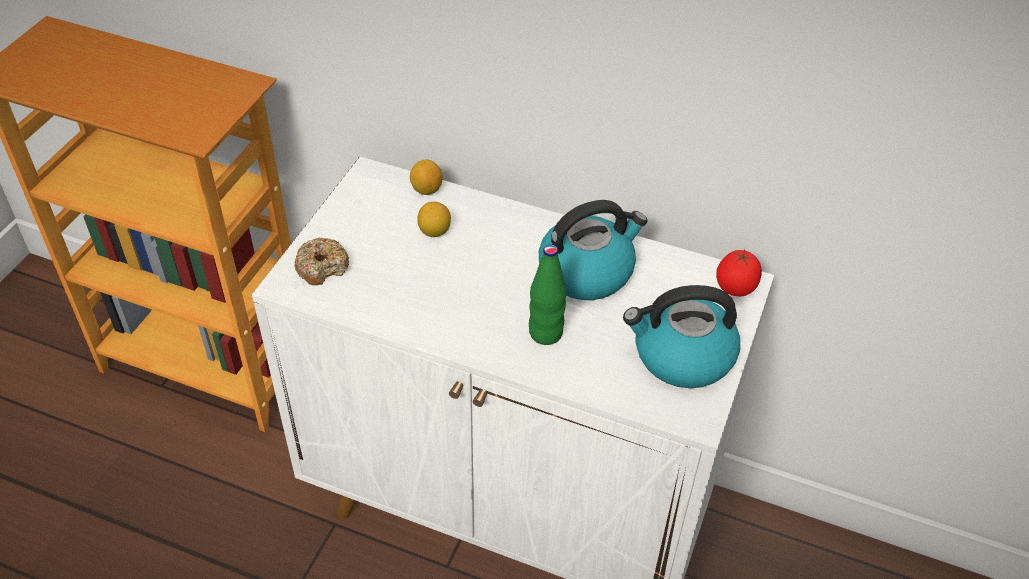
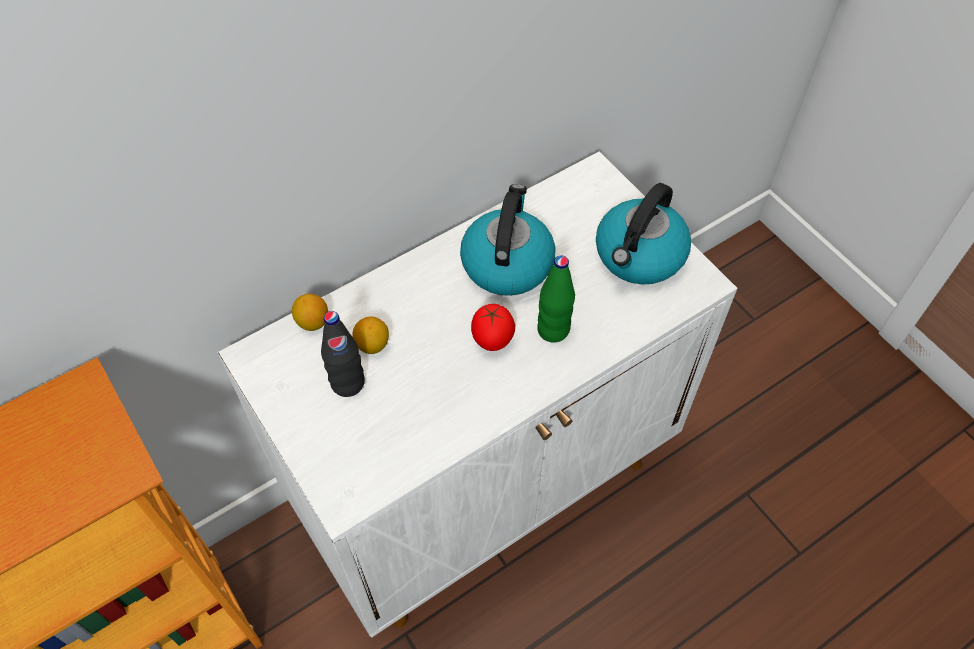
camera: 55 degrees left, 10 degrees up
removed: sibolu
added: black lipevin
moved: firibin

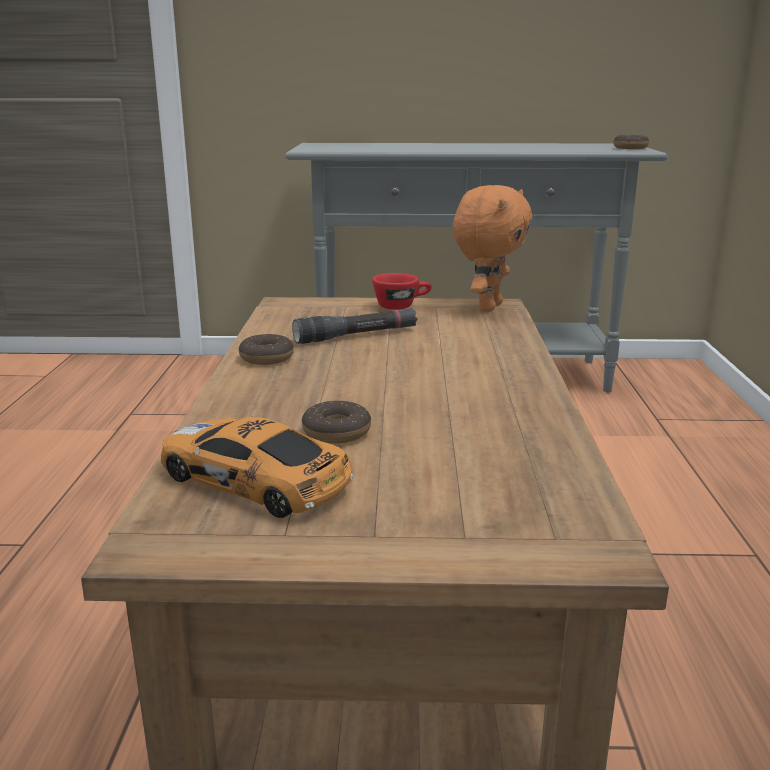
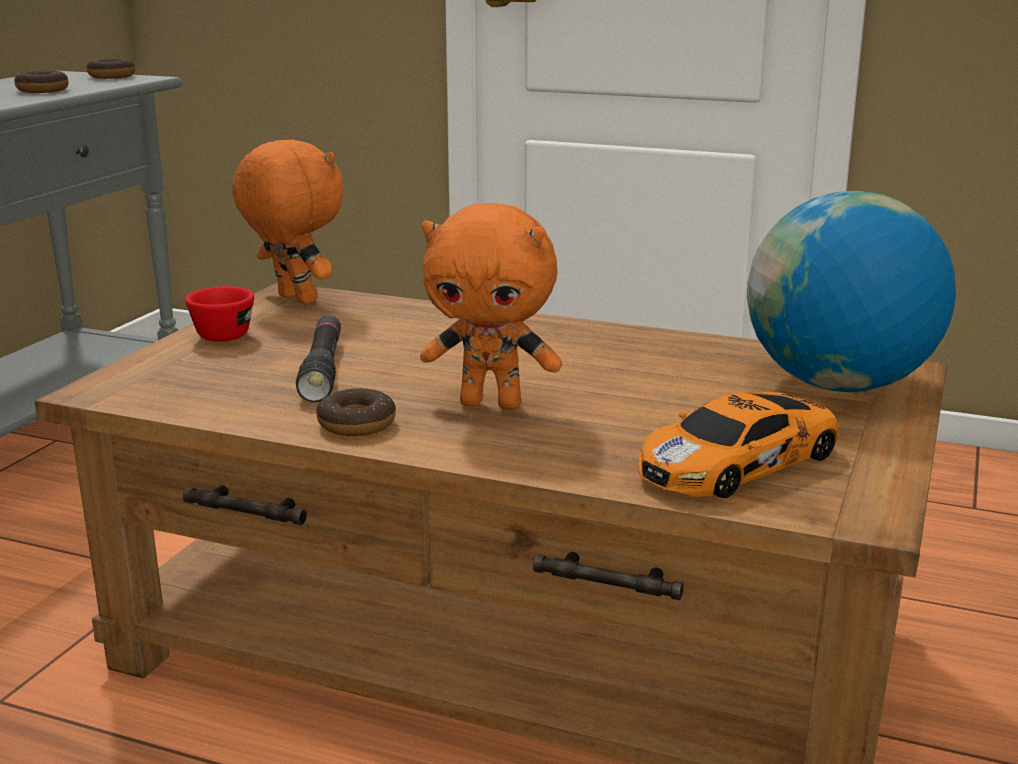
camera: 70 degrees left, 0 degrees up
added: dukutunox; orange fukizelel (2nd from left)
moved: sibolu (2nd from left in the first image) to sibolu (1st from left)

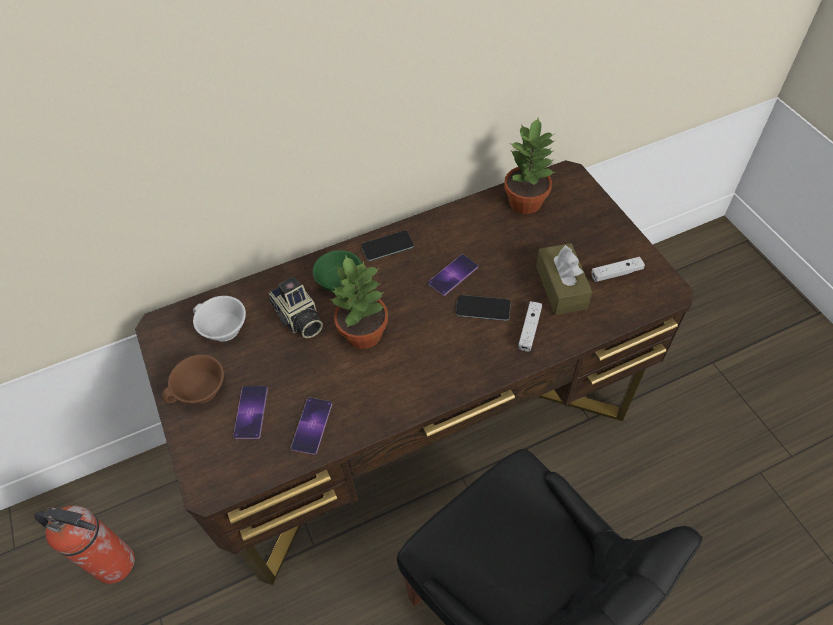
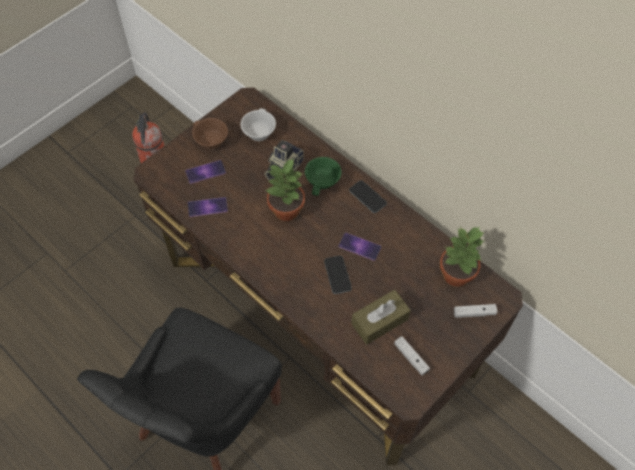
camera: 65 degrees right, 5 degrees up
moved: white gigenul (1st from left in the first image) to white gigenul (2nd from left)

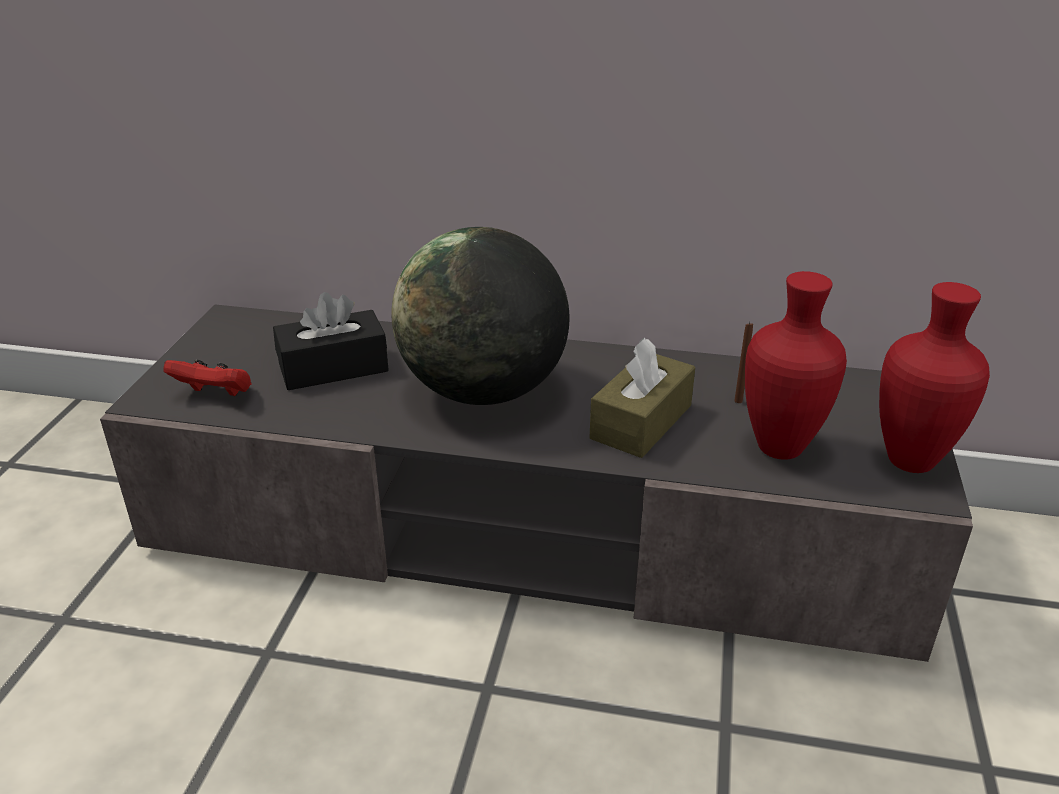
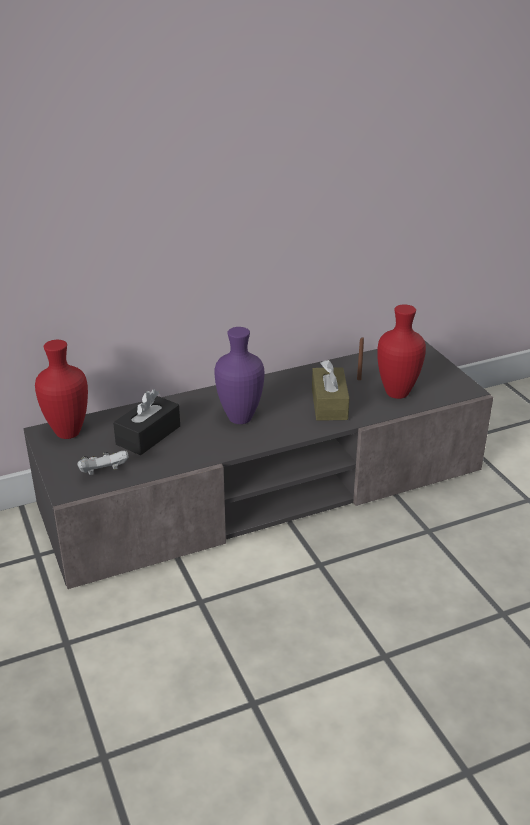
camera: 35 degrees left, 0 degrees up
moved: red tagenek (2nd from left in the first image) to red tagenek (1st from left)
replaced: dukutunox to purple tagenek
recoloured: red gigenul to white gigenul

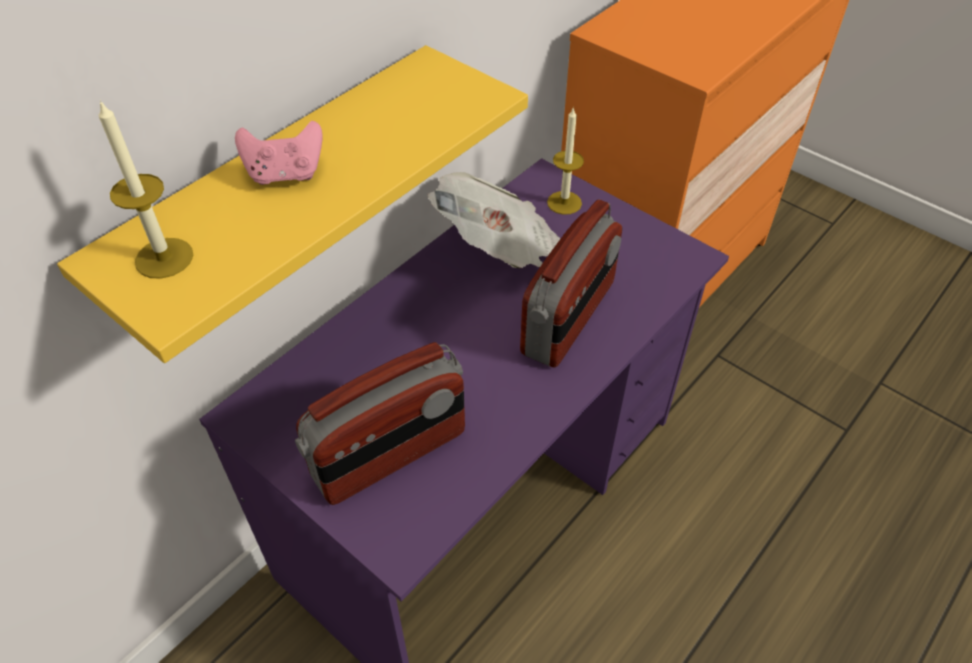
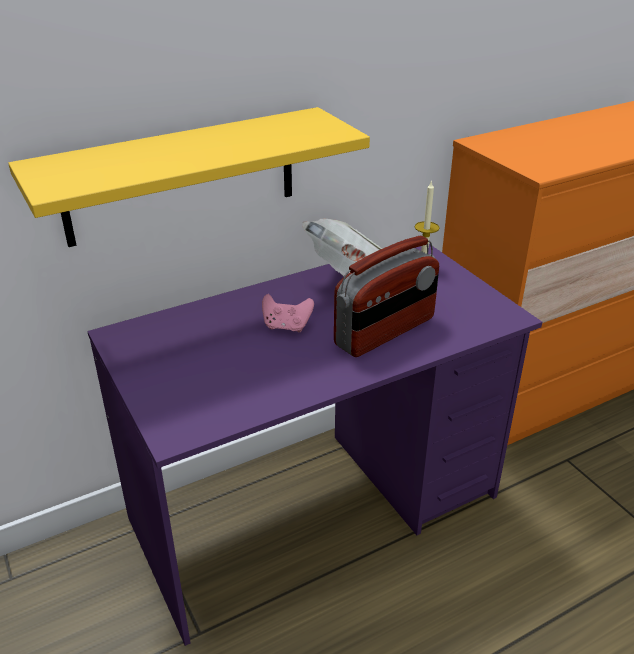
camera: 20 degrees right, 15 degrees down
removed: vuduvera (1st from left); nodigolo (1st from left)
moved: pink gigenul

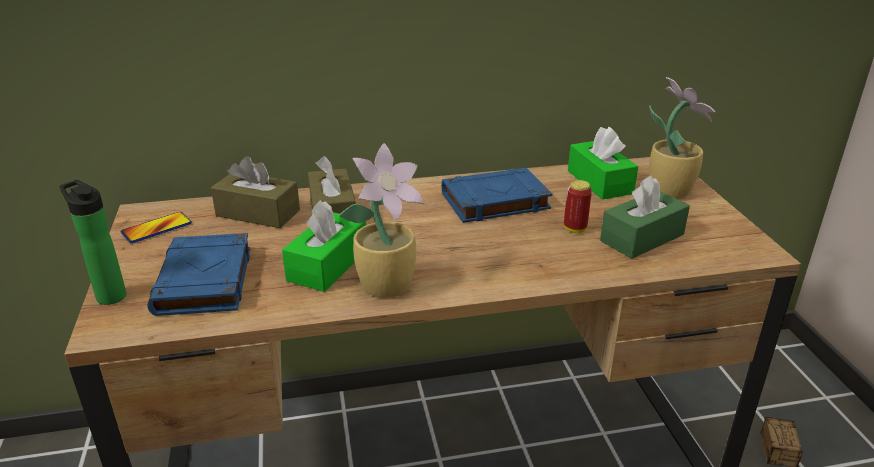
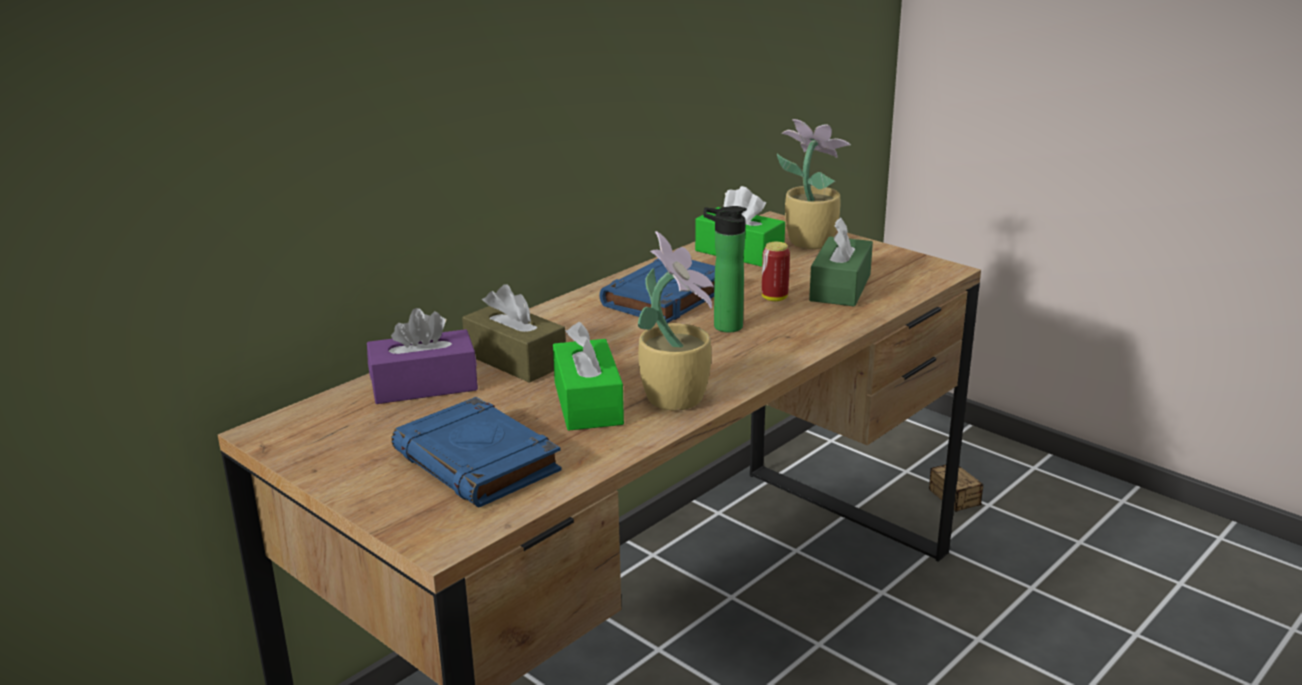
camera: 35 degrees left, 5 degrees down
removed: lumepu
moved: lipevin
recoloured: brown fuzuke (1st from left) to purple fuzuke

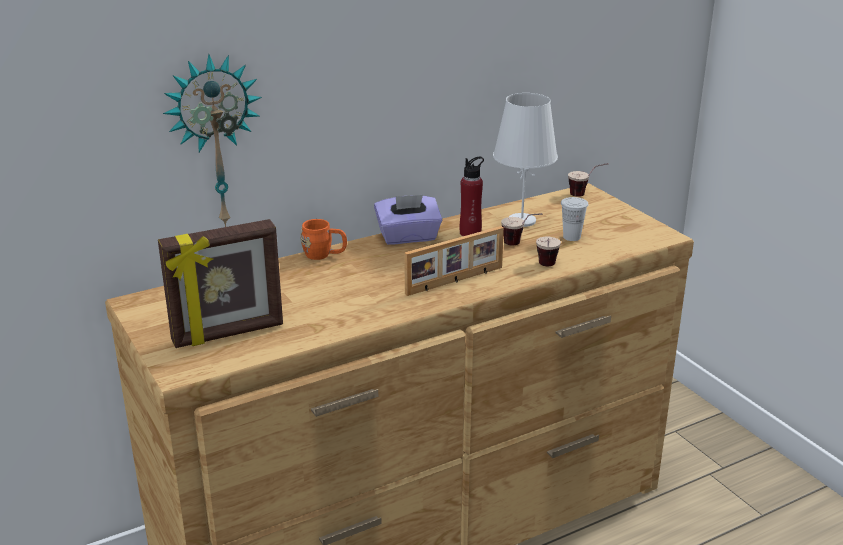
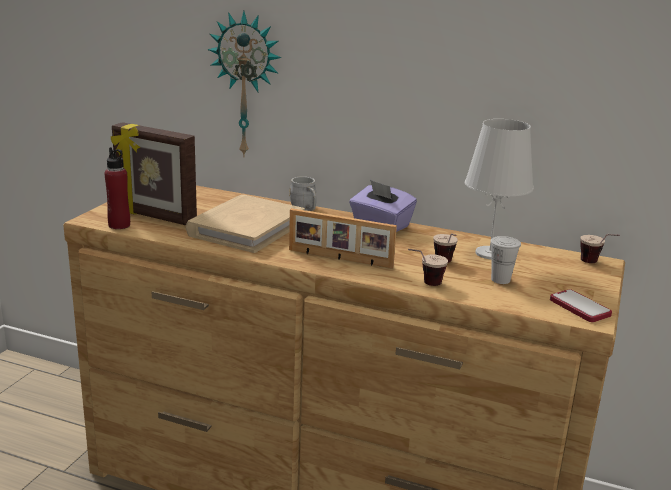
camera: 50 degrees right, 5 degrees down
added: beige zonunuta; lumepu
moved: red lipevin
recoloured: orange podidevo to grey podidevo

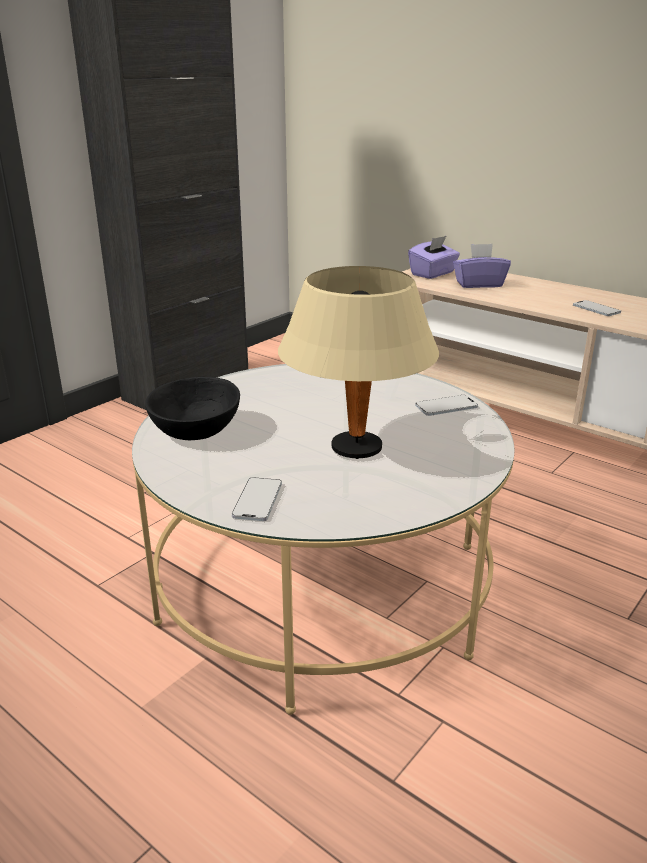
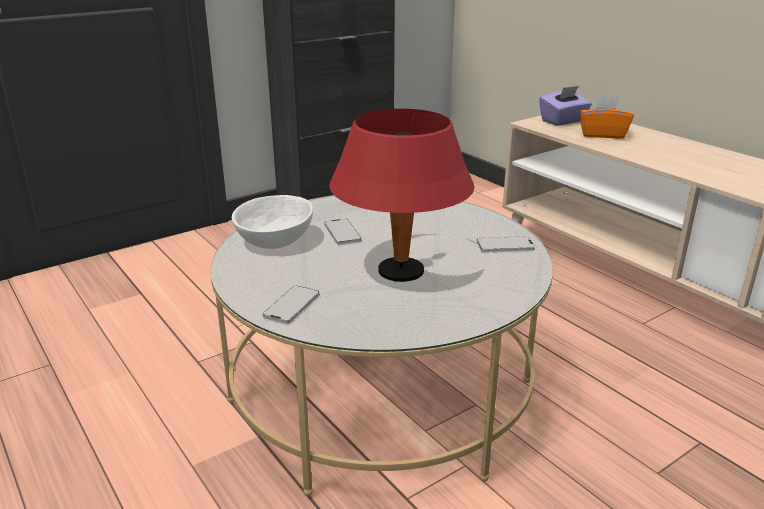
camera: 15 degrees right, 0 degrees up
moved: lumepu (3rd from left in the first image) to lumepu (2nd from left)
recoloured: purple fuzuke (2nd from left) to orange fuzuke; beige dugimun to red dugimun; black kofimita to white kofimita

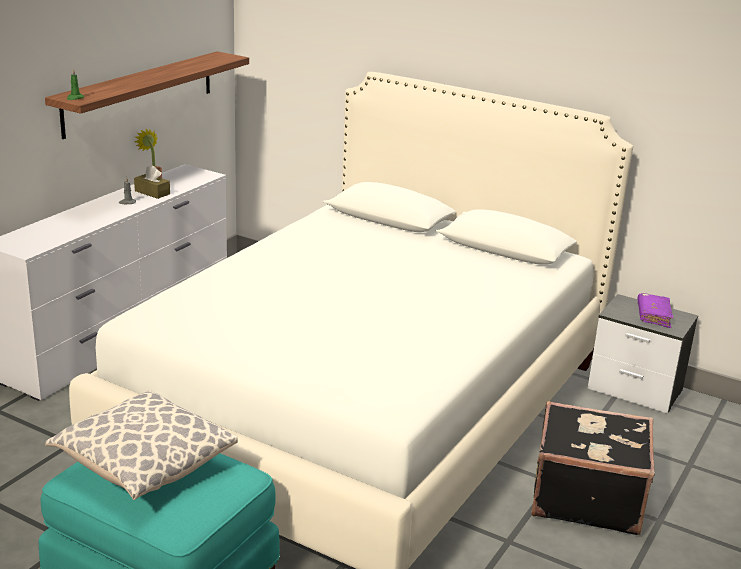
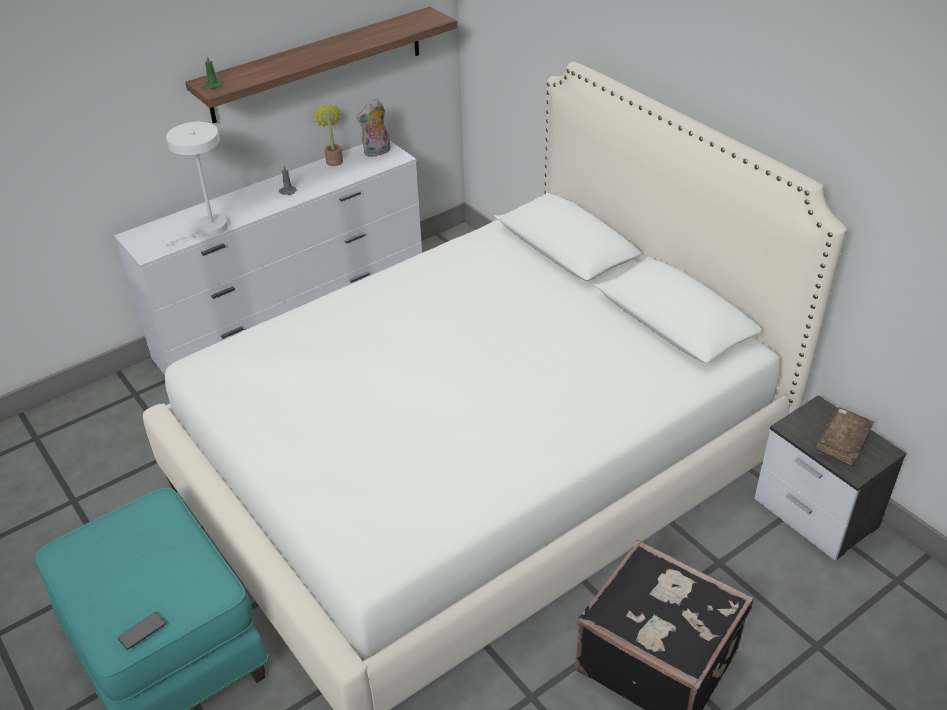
camera: 25 degrees right, 15 degrees up
removed: brown fuzuke; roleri
added: fukizelel; white dugimun; lumepu
recoloured: purple zonunuta to brown zonunuta

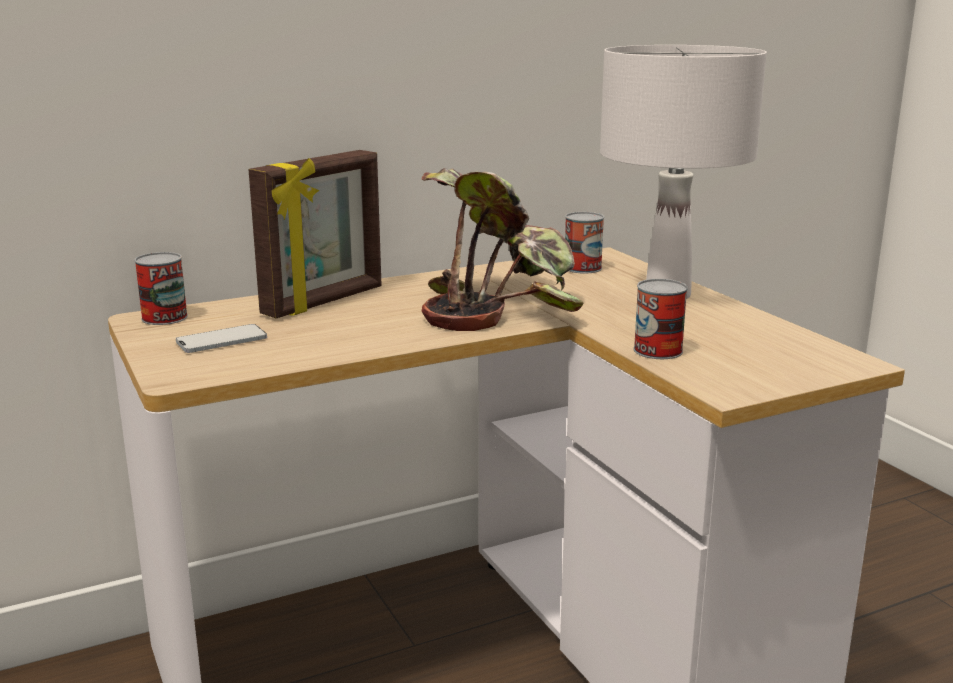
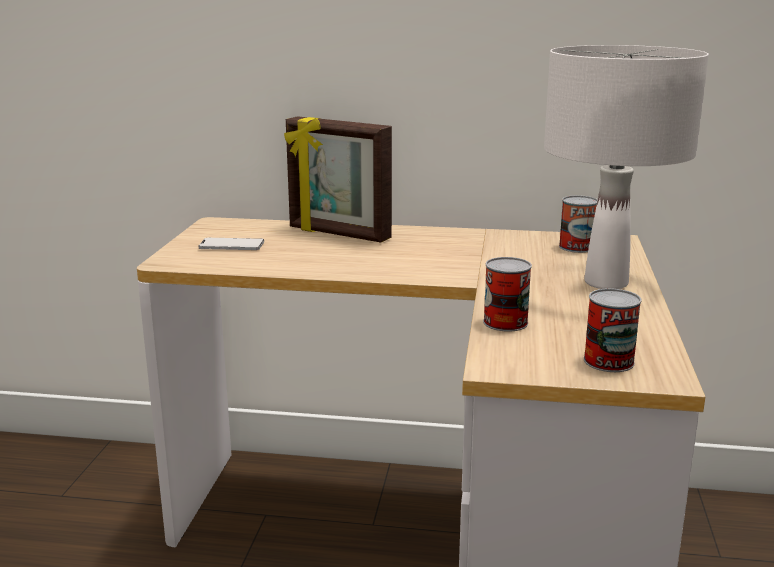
camera: 35 degrees right, 0 degrees up
removed: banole
moved: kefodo (1st from left in the first image) to kefodo (3rd from left)
turned: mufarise 45 degrees clockwise

